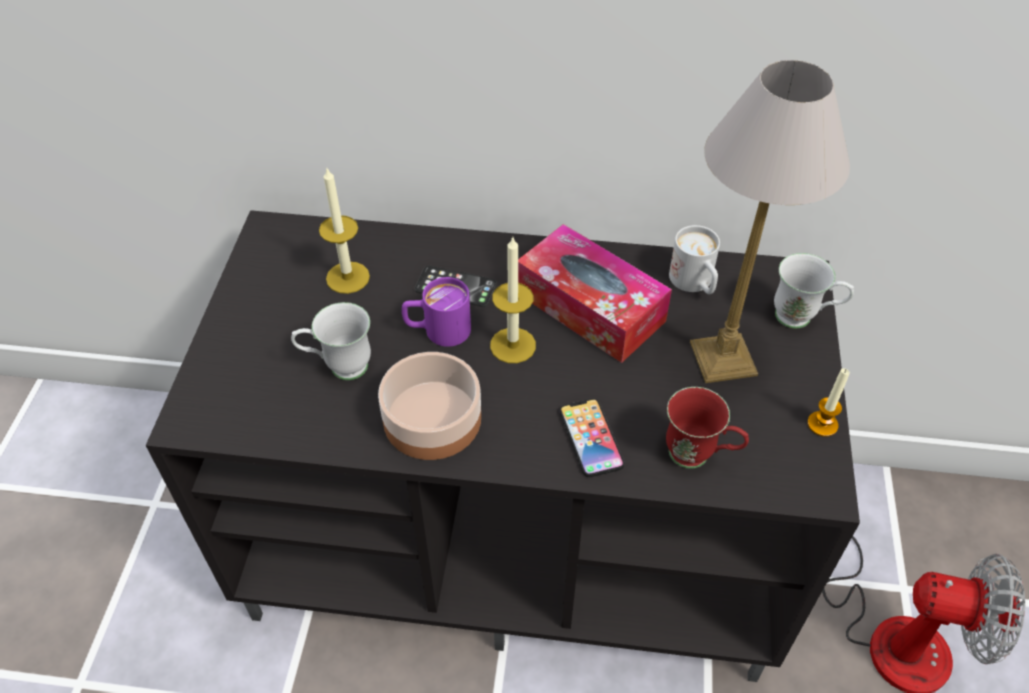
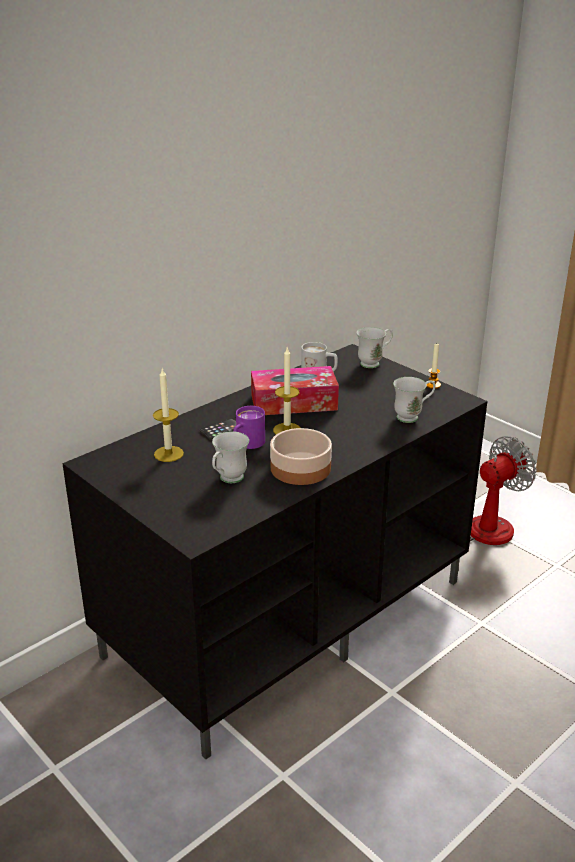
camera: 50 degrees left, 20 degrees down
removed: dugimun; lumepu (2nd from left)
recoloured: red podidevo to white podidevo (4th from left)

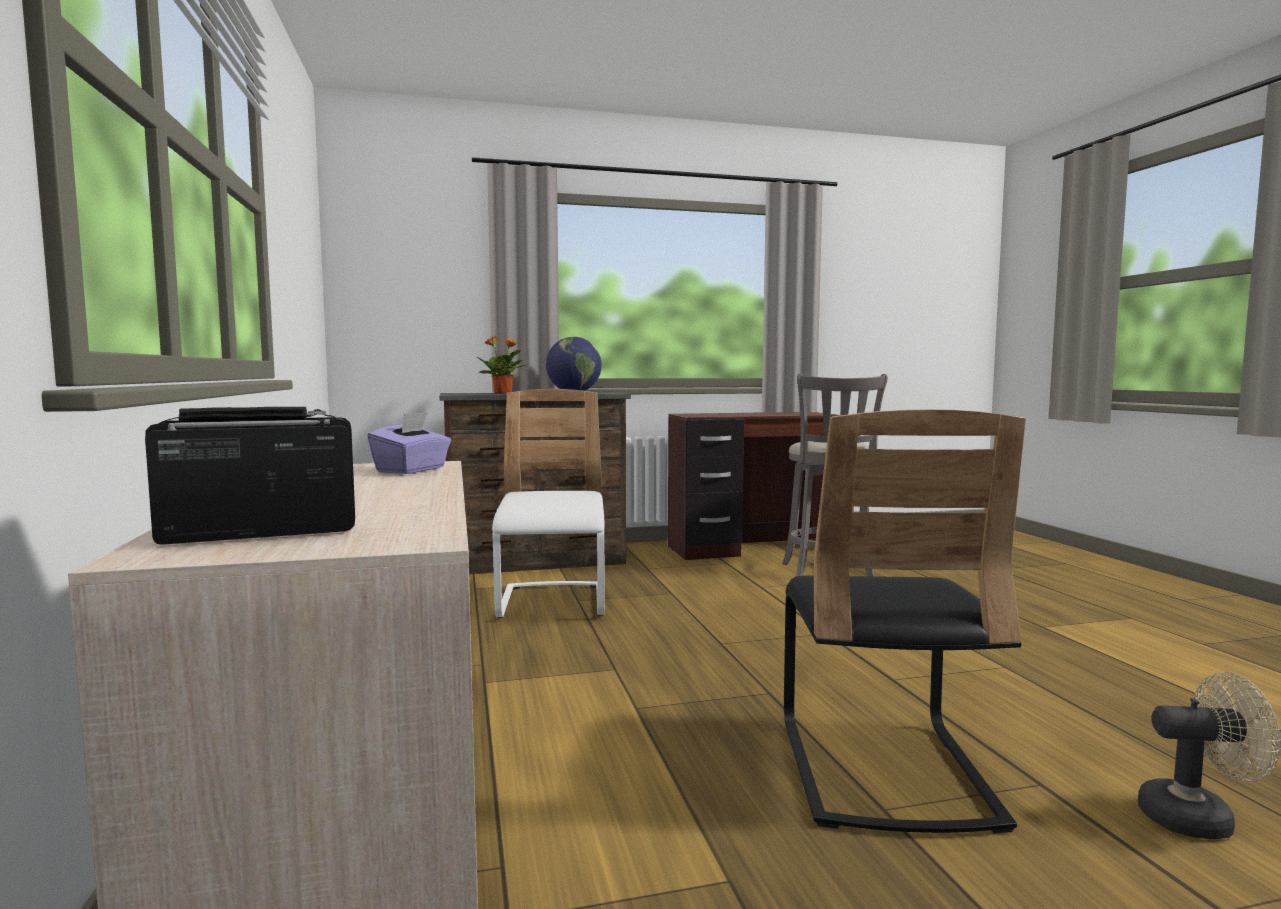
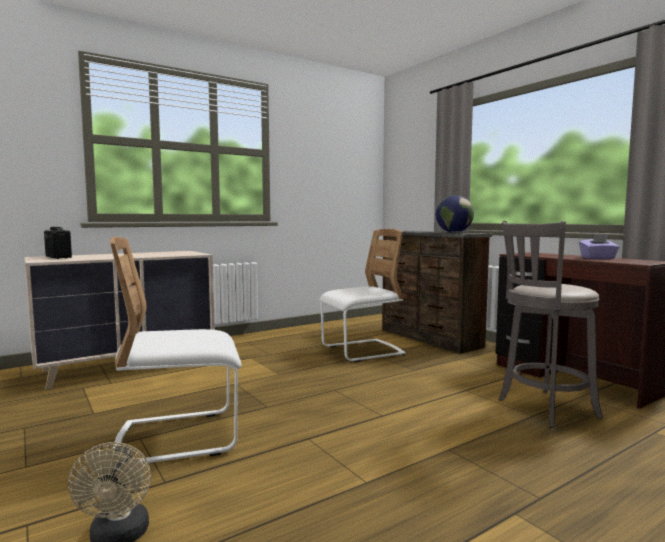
camera: 70 degrees right, 0 degrees up
removed: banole
moved: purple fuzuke
recoloured: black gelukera to white gelukera (1st from left)

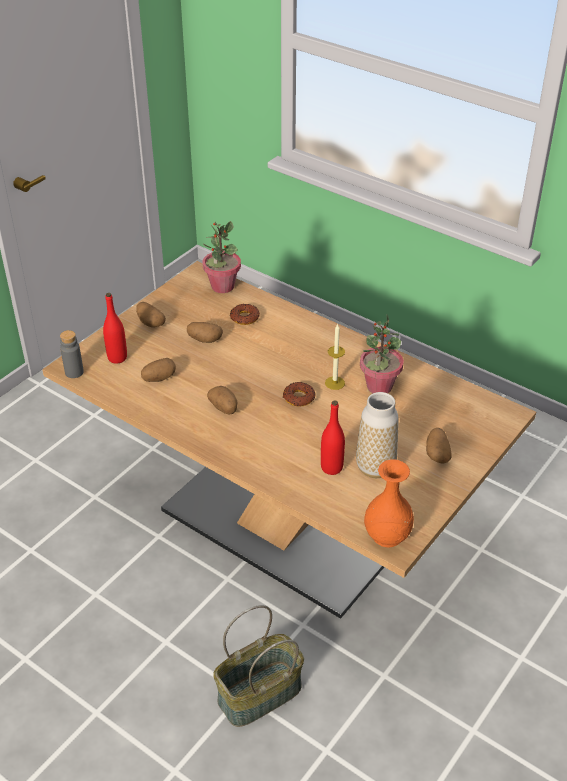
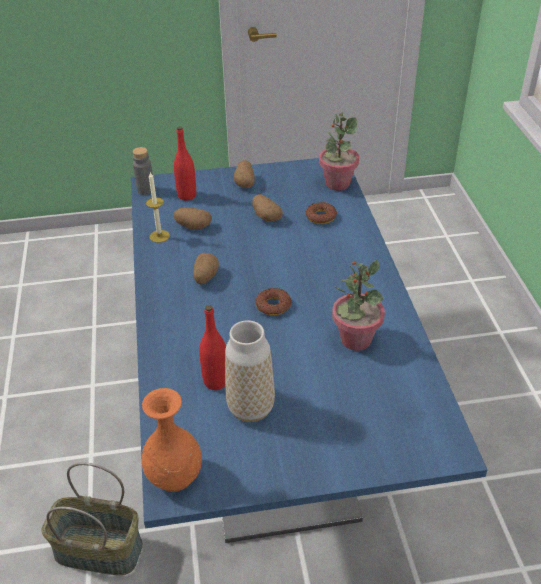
camera: 45 degrees right, 0 degrees up
removed: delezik (5th from left)
moved: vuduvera
recoloured: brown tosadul to blue tosadul

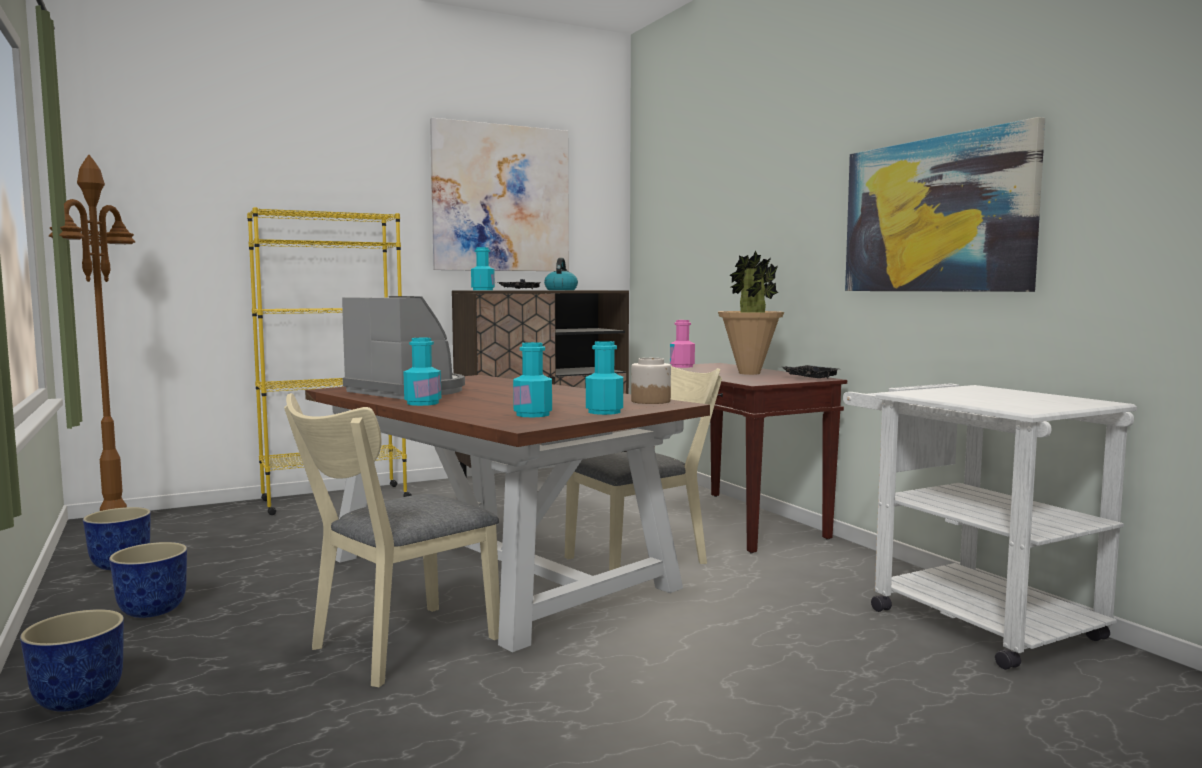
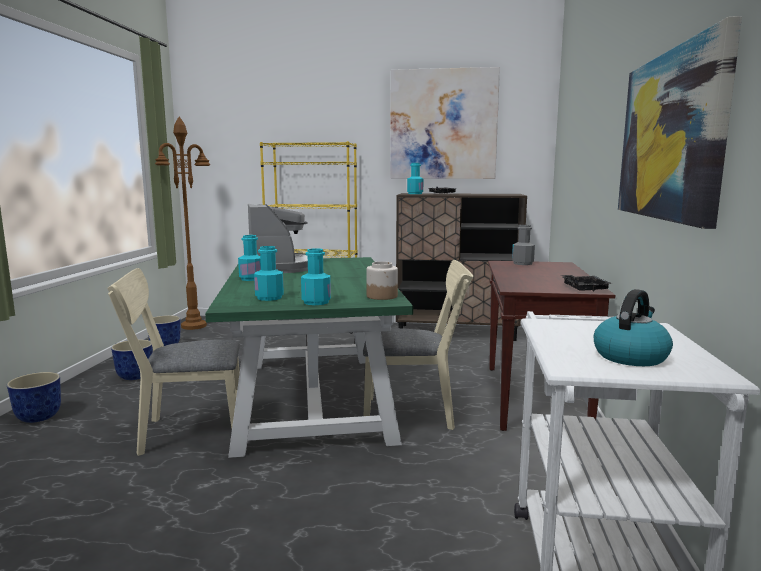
camera: 35 degrees right, 5 degrees up
removed: banole
moved: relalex
recoloured: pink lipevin to grey lipevin; brown tosadul to green tosadul

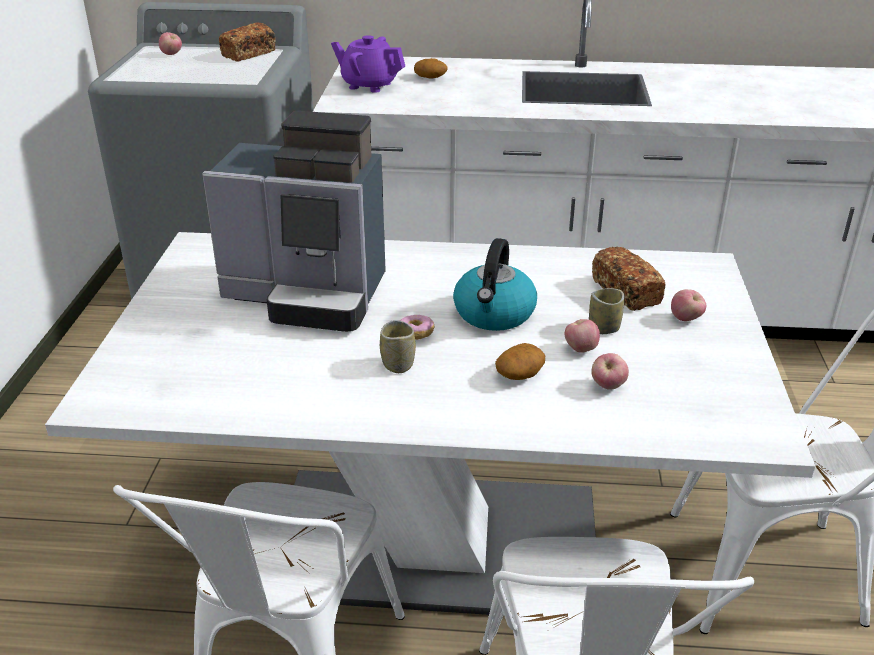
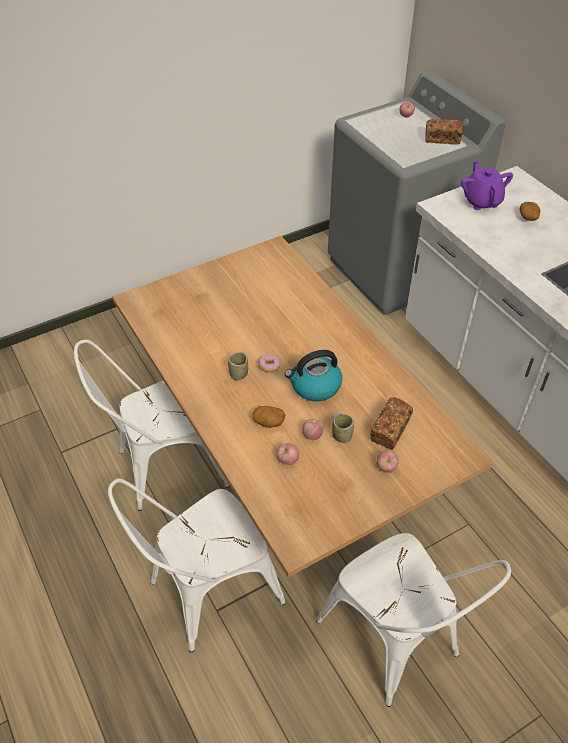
camera: 55 degrees right, 15 degrees up
removed: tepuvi
recoloured: white tosadul to brown tosadul

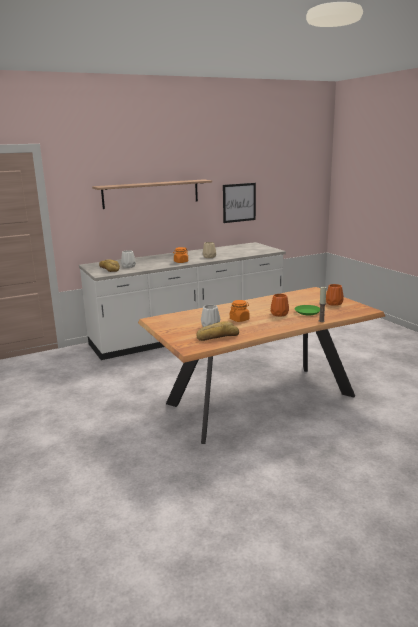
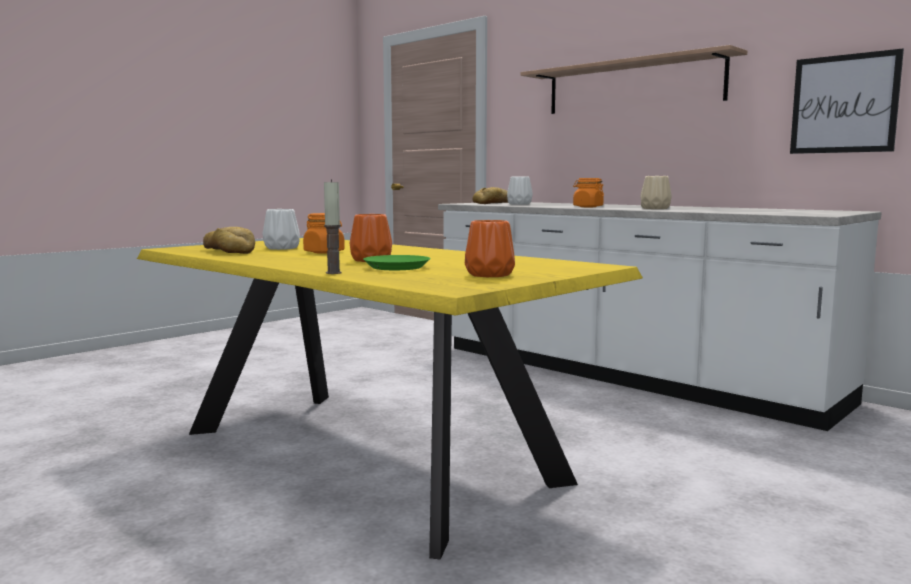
camera: 70 degrees right, 10 degrees down
recoloured: brown tosadul to yellow tosadul

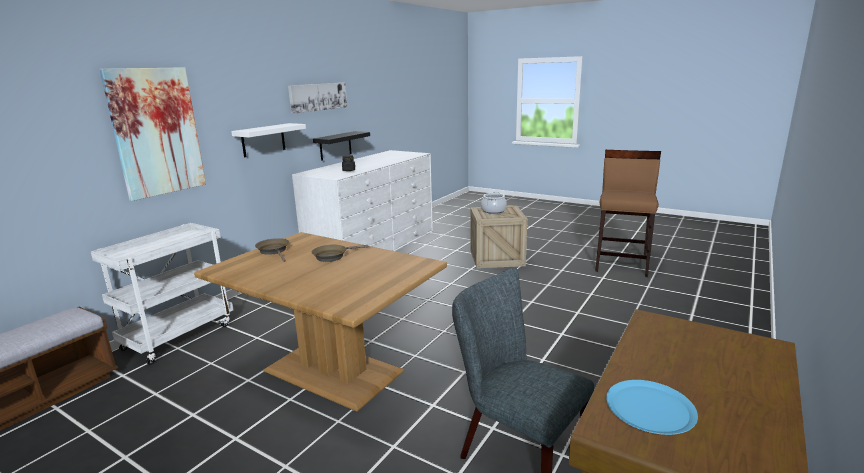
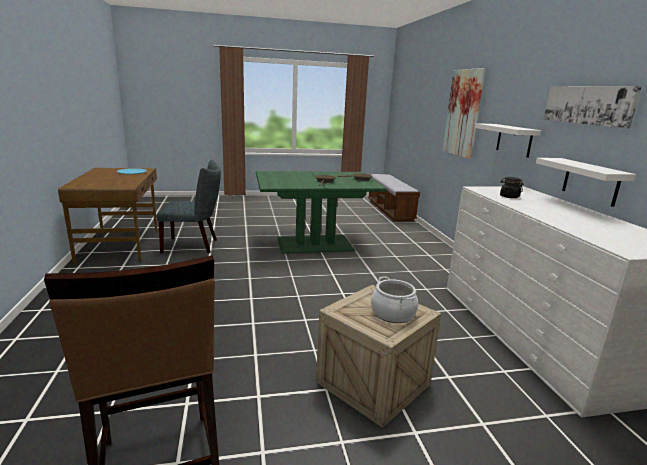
camera: 135 degrees right, 0 degrees up
removed: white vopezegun
recoloured: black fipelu to white fipelu (2nd from left); brown tosadul to green tosadul

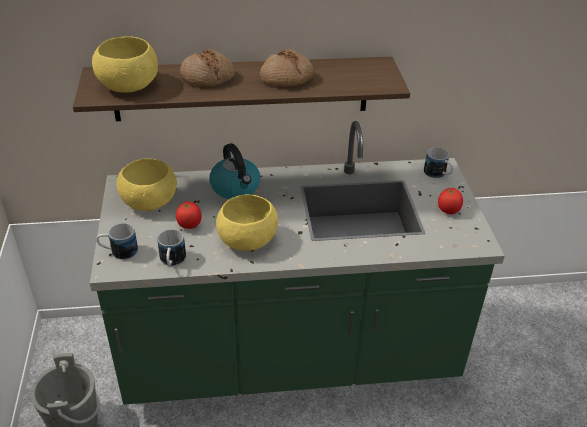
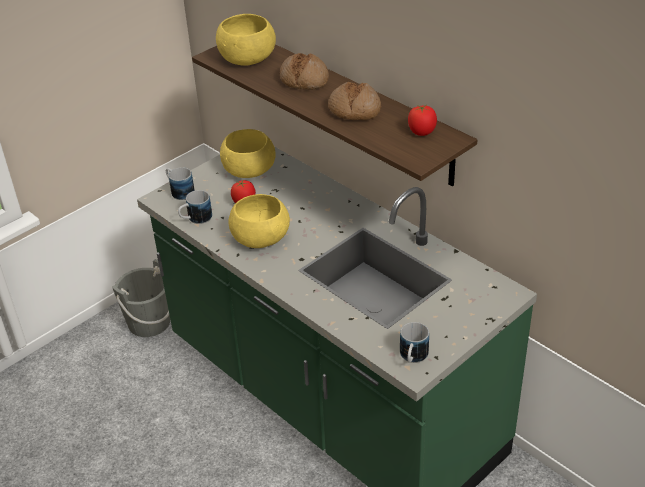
camera: 55 degrees right, 0 degrees up
removed: relalex
moved: podidevo (3rd from left); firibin (2nd from left)

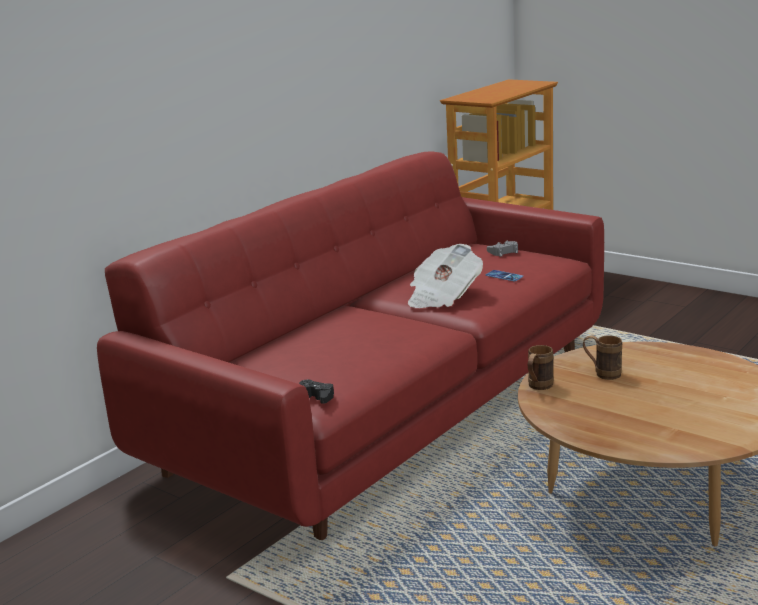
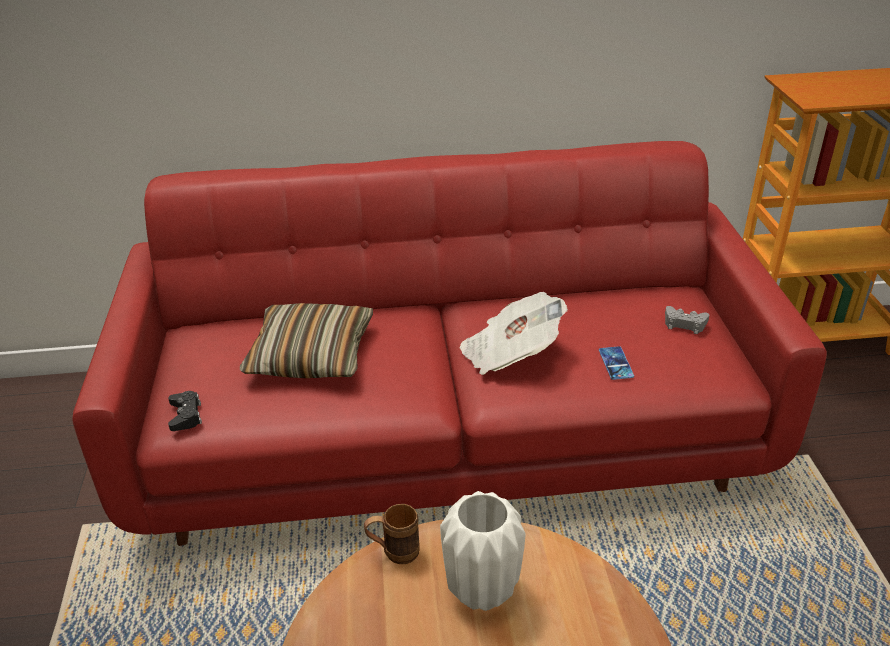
camera: 45 degrees right, 15 degrees up
added: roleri
replaced: brown podidevo (2nd from left) to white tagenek

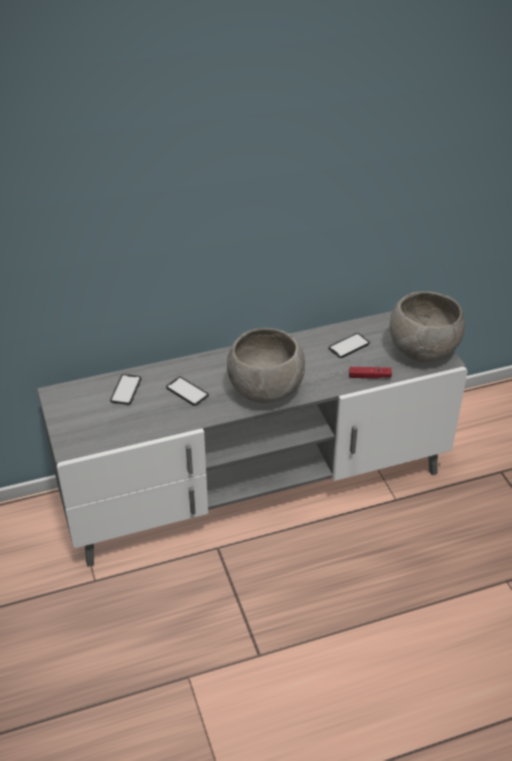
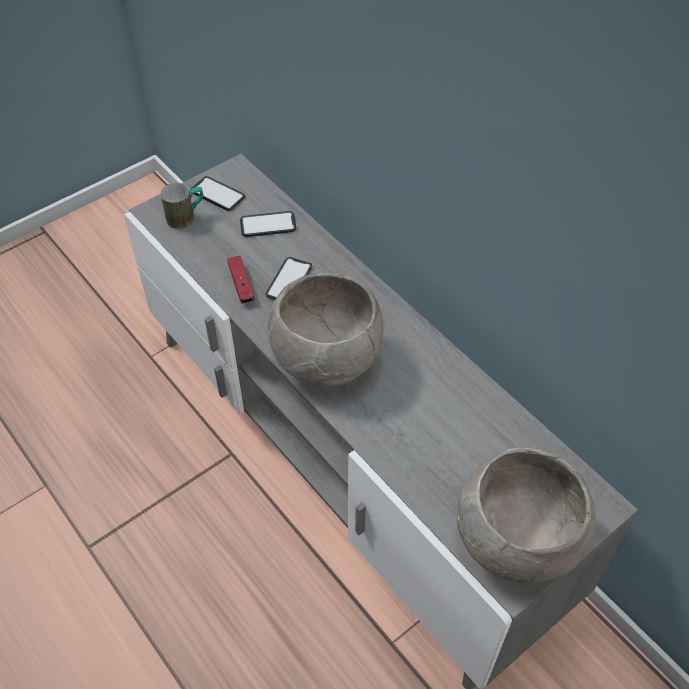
camera: 70 degrees right, 10 degrees up
added: podidevo
moved: lumepu (3rd from left in the first image) to lumepu (1st from left); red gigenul

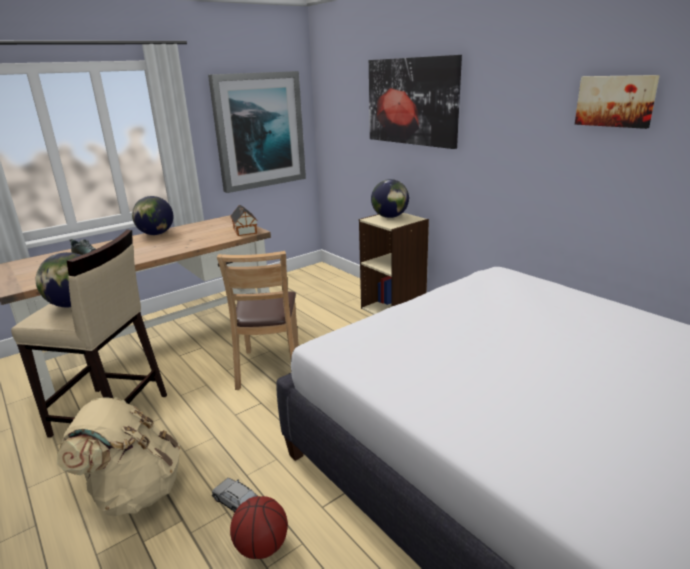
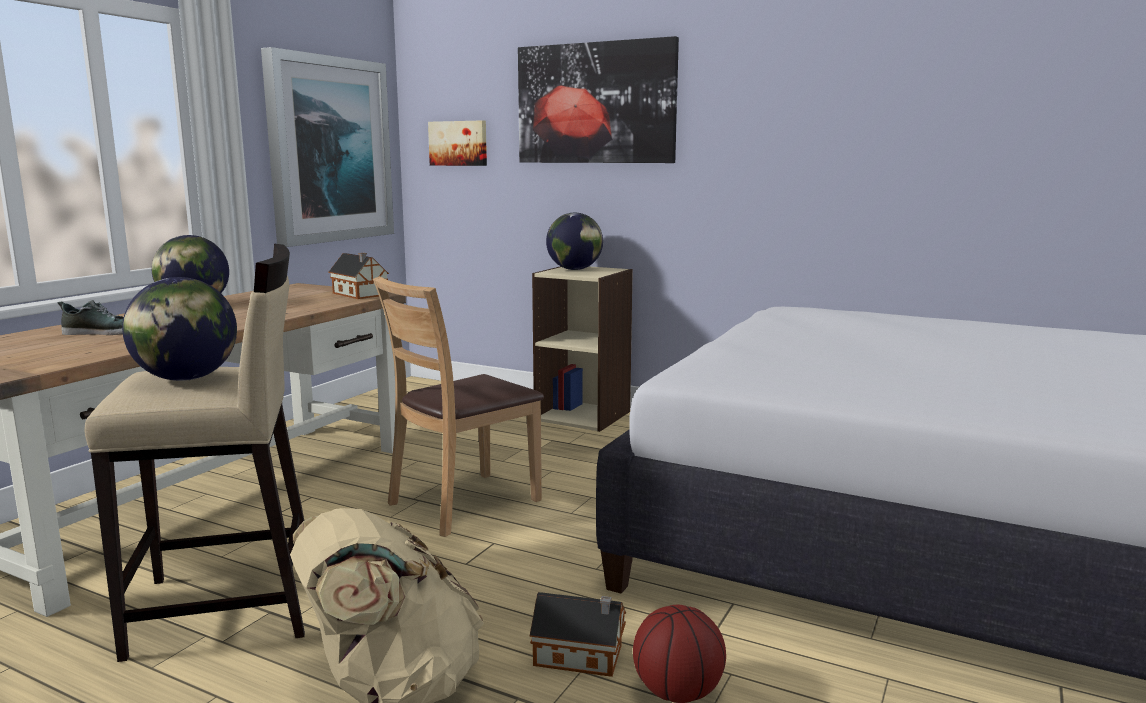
camera: 25 degrees left, 10 degrees down
moved: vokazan (3rd from left in the first image) to vokazan (2nd from left)
replaced: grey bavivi to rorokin (2nd from left)
turned: brown gelukera 75 degrees clockwise

